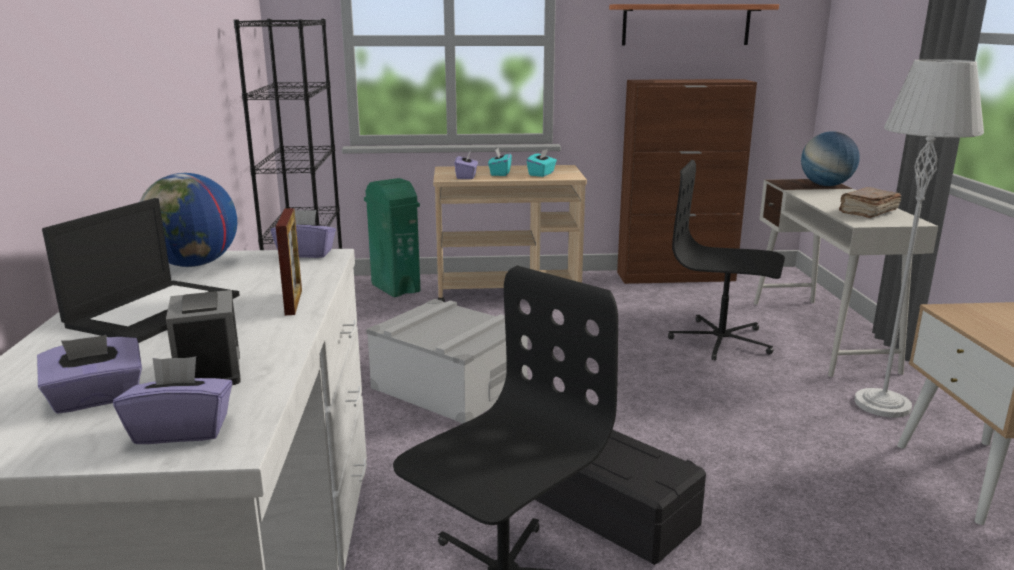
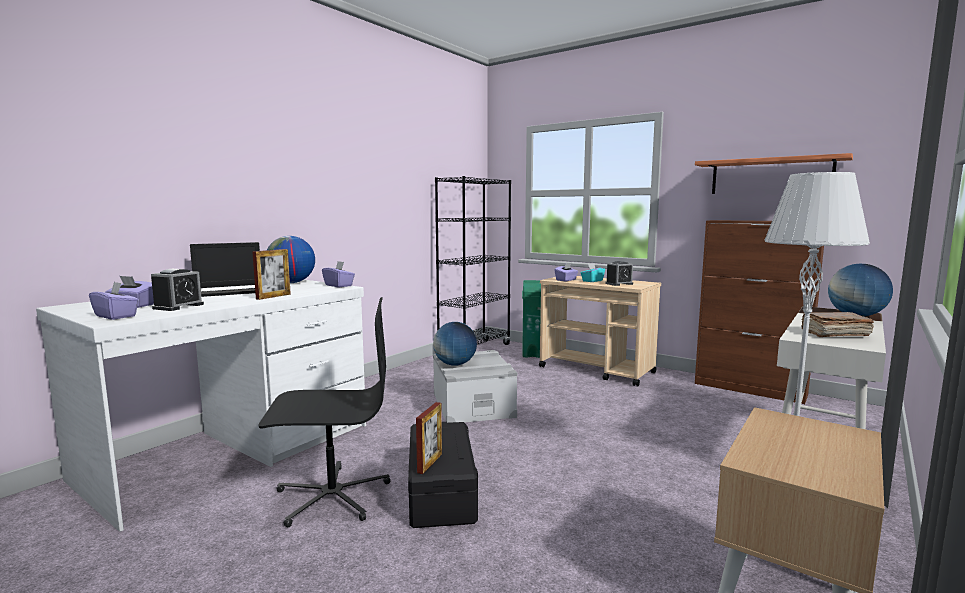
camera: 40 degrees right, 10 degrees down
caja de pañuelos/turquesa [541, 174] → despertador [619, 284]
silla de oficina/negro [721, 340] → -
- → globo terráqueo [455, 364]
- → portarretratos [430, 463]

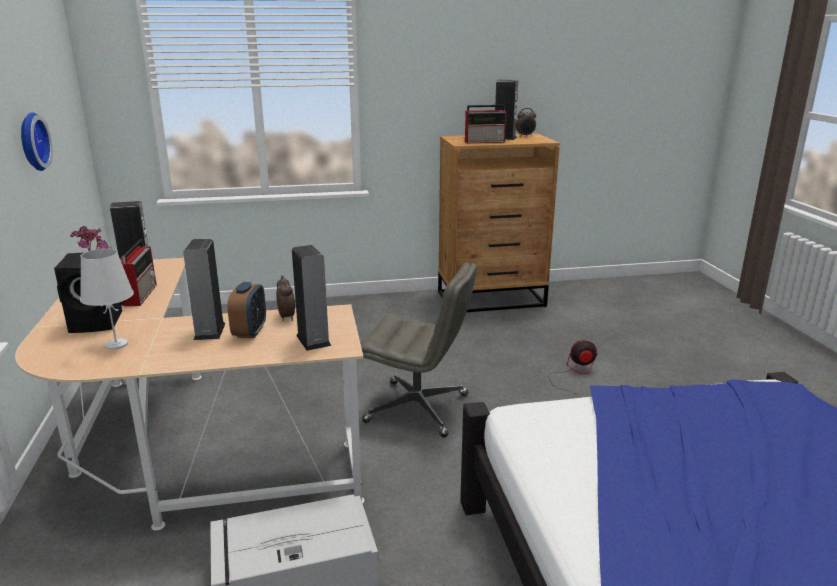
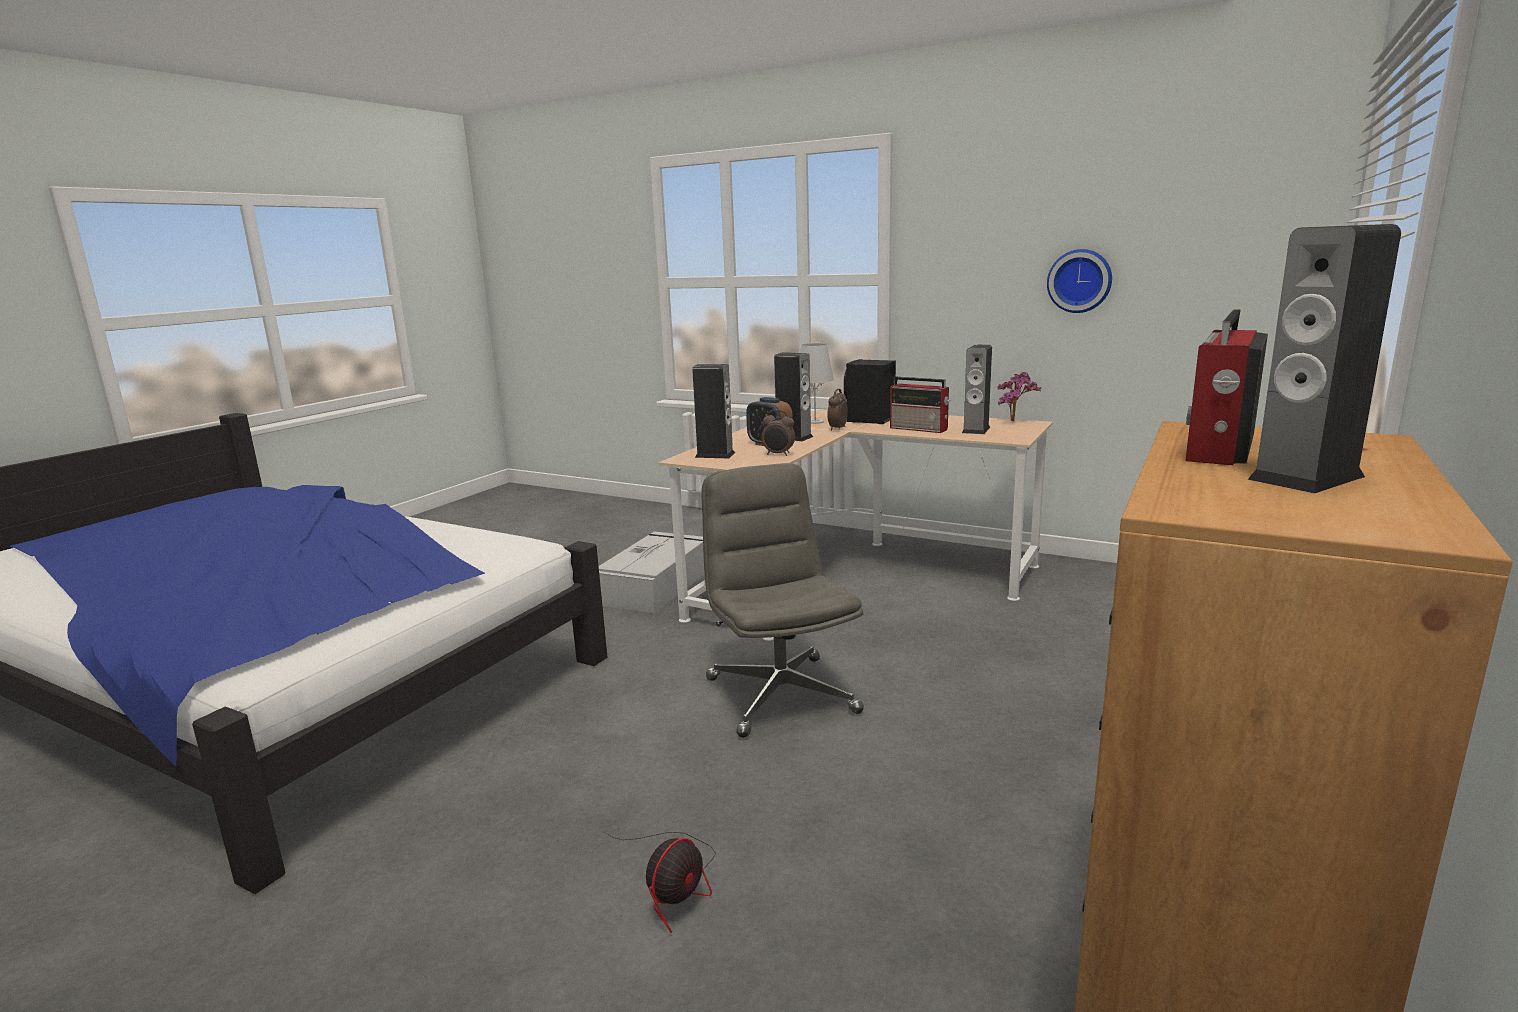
camera: 130 degrees right, 5 degrees down
despertador [525, 136] → despertador [837, 429], moved
silla de oficina/gris [418, 408] → silla de oficina/gris [780, 694], 105 degrees clockwise

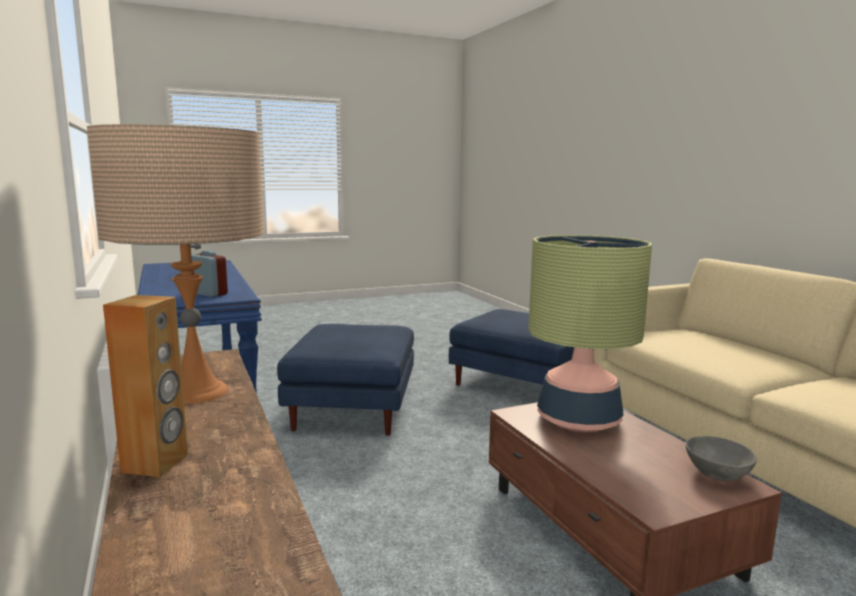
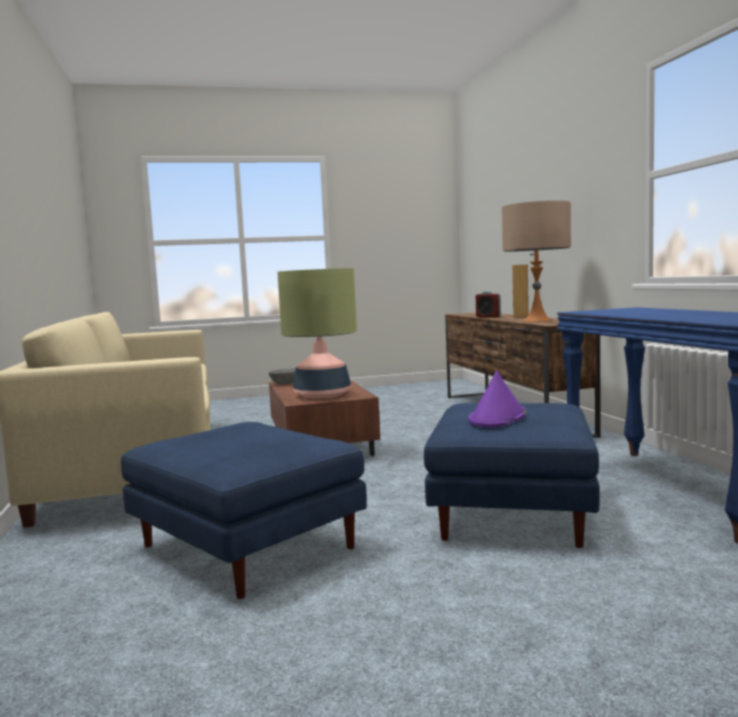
camera: 170 degrees left, 5 degrees down
despertador [208, 293] → despertador [488, 317], moved
- → sombrero/morado [497, 418]

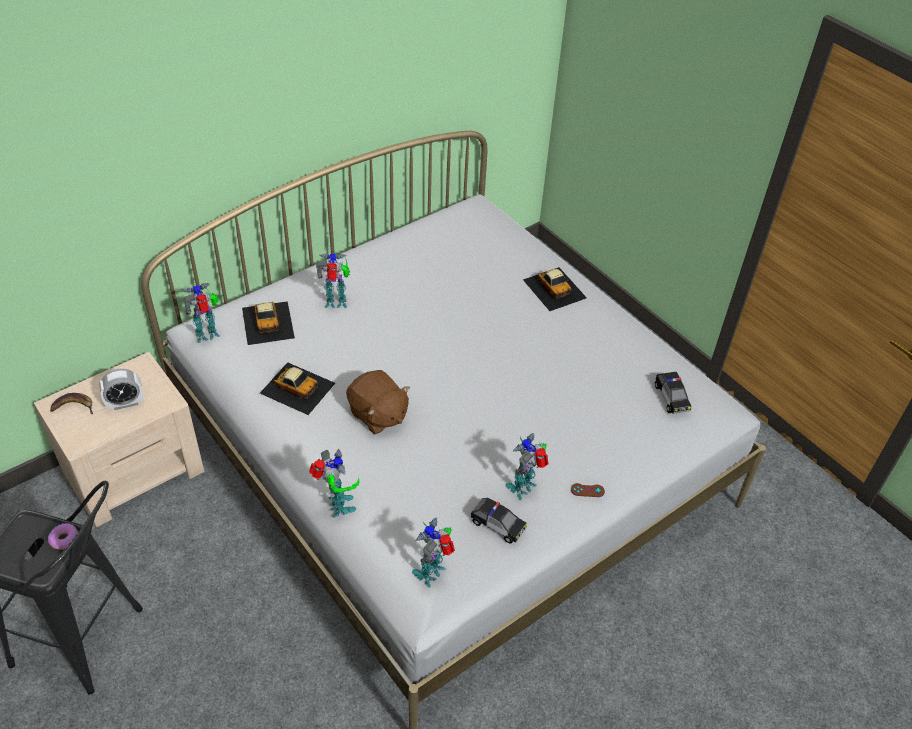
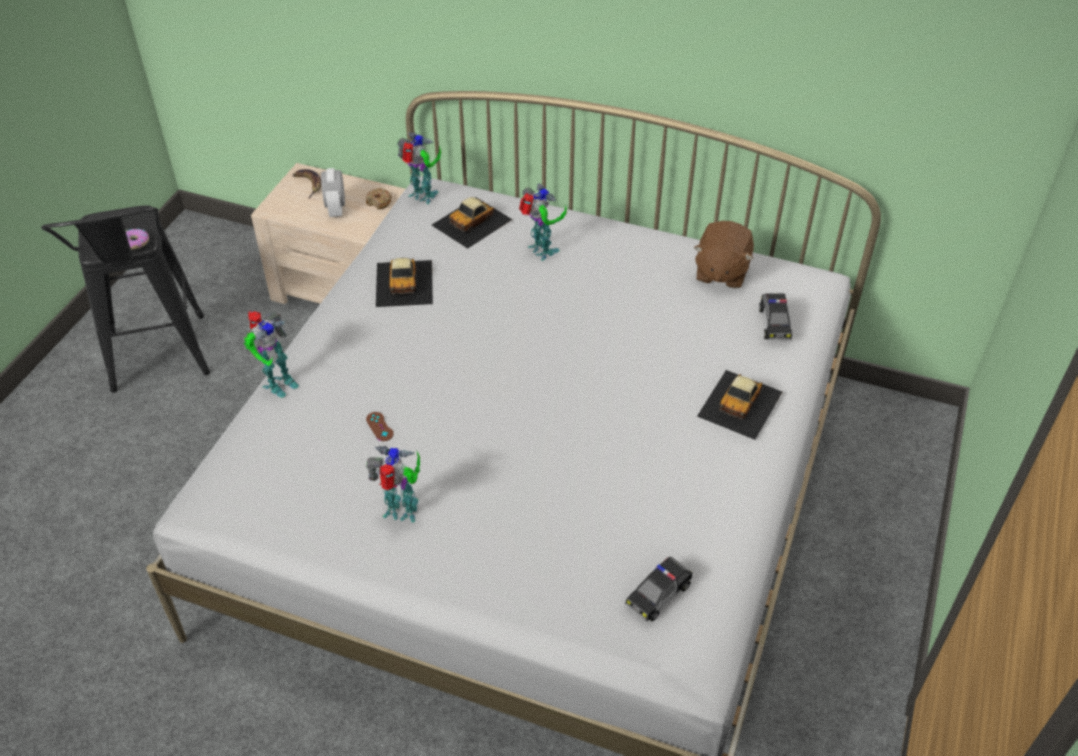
camera: 60 degrees right, 0 degrees up
despertador [125, 403] → despertador [336, 209], 45 degrees clockwise
peluche/marrón [378, 415] → peluche/marrón [721, 272], moved
mando de consola/marrón [587, 490] → mando de consola/marrón [379, 426], moved
coche de juguete [497, 525] → coche de juguete [774, 324], moved
robot de juguete [432, 572] → -
- → rosquilla [379, 202]

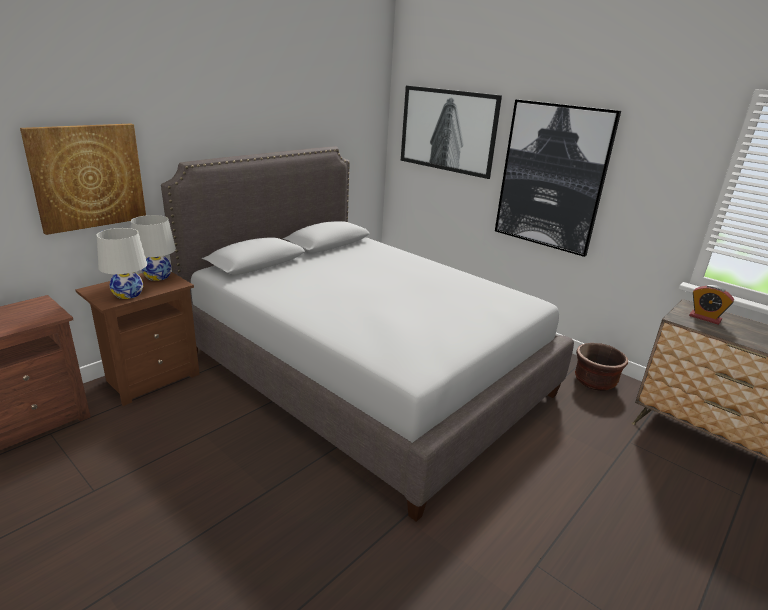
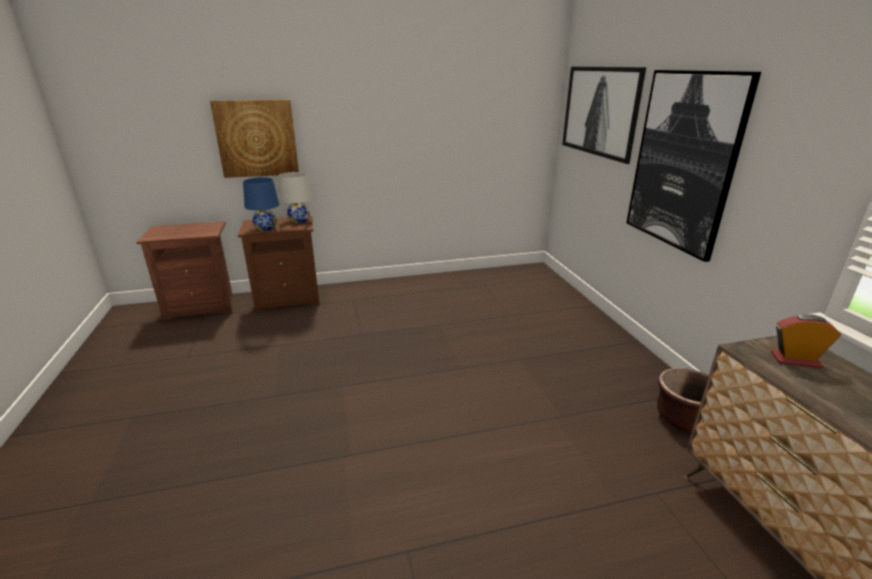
camera: 35 degrees right, 0 degrees up
cama/gris [365, 372] → -
lámpara de mesa/blanco [128, 294] → lámpara de mesa/azul [266, 228]
despertador [705, 318] → despertador [795, 360], 120 degrees clockwise

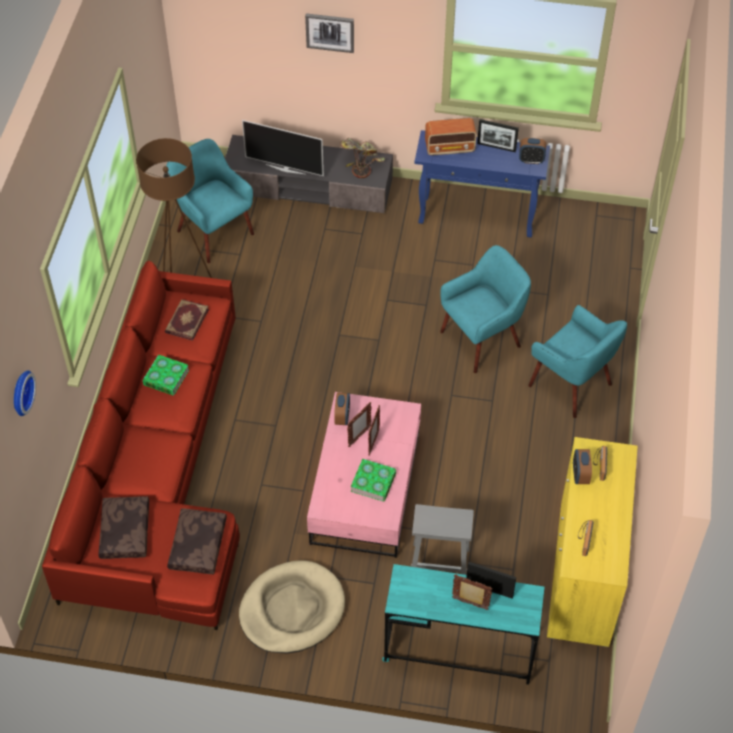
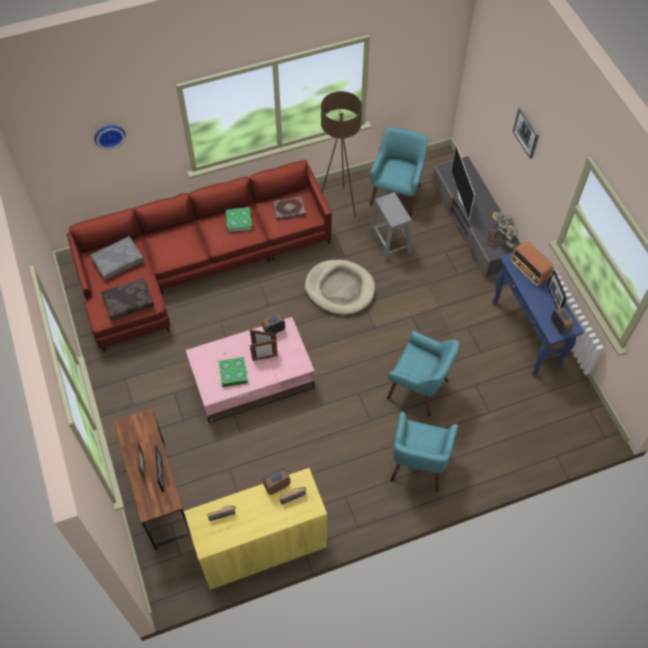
camera: 60 degrees right, 5 degrees up
cojín/marrón [124, 531] → cojín/gris [118, 261]
taburete/gris [440, 564] → taburete/gris [390, 244], moved
cama para perro/beis [292, 609] → cama para perro/beis [340, 289], moved
escritorio/turquesa [459, 650] → escritorio/marrón [159, 494]

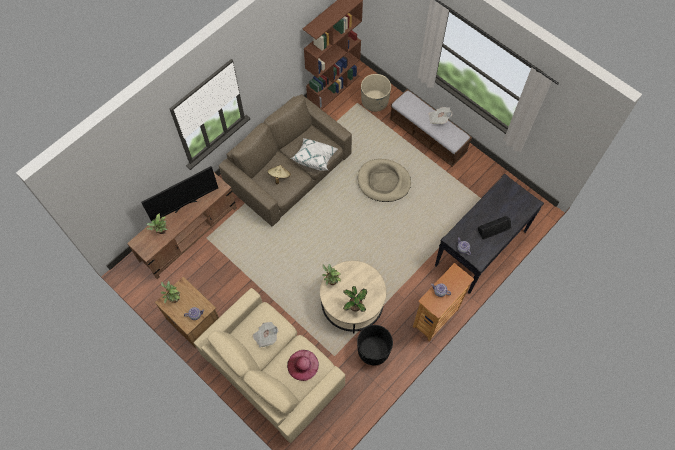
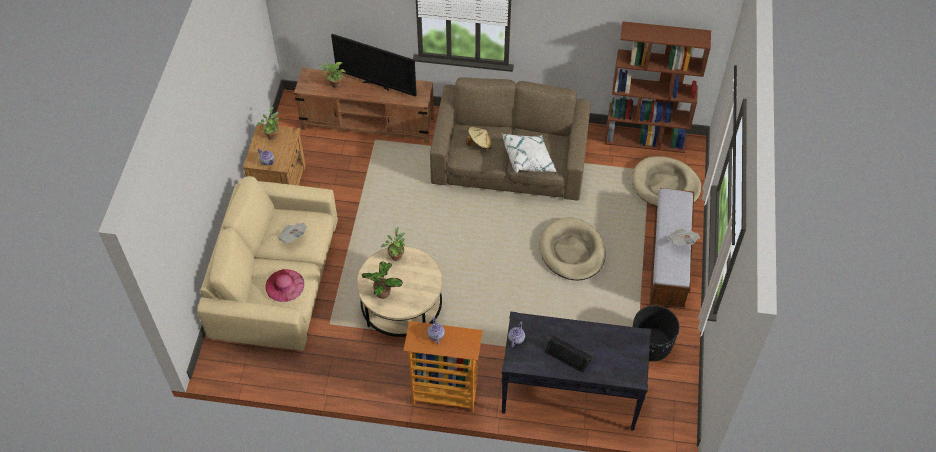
camera: 55 degrees right, 10 degrees down
maceta/beis [374, 102] → cama para perro/beis [665, 185]
maceta/negro [373, 350] → maceta/negro [650, 345], moved

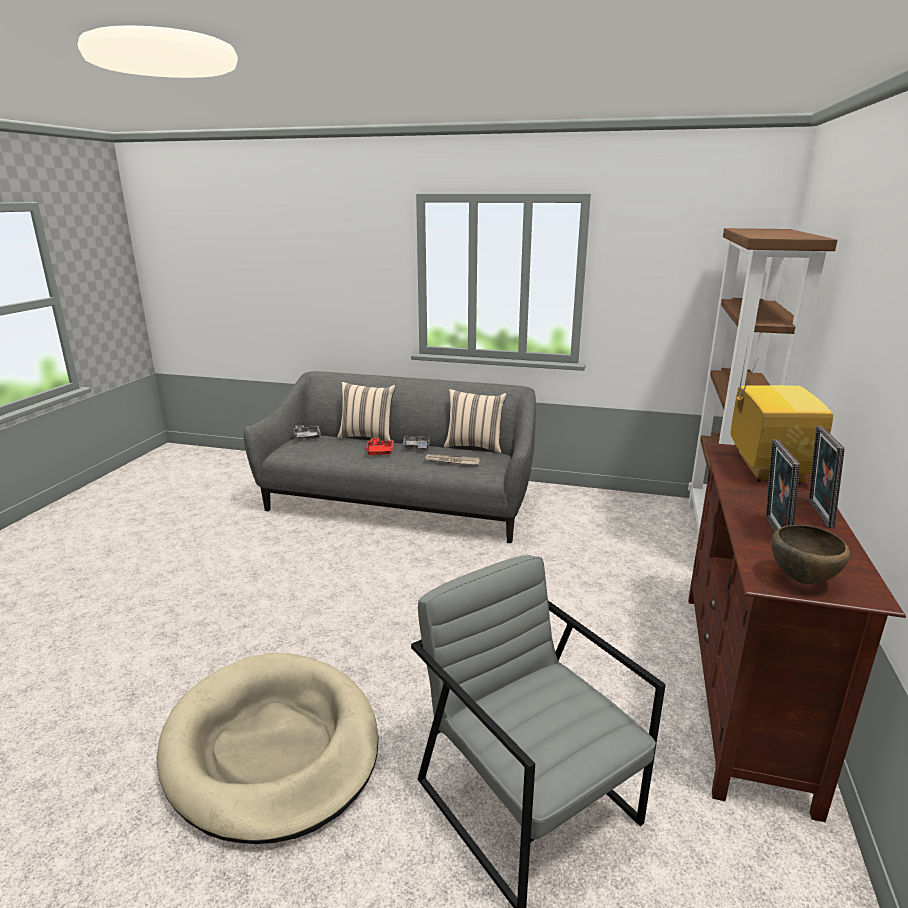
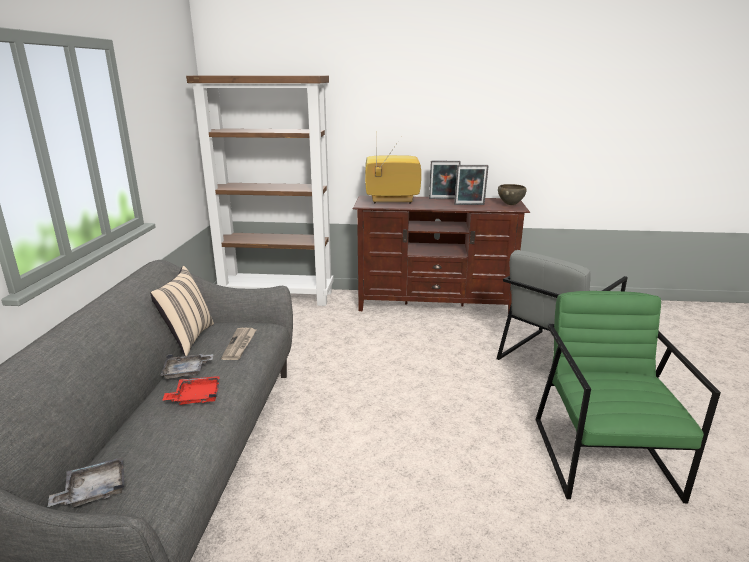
camera: 100 degrees left, 0 degrees up
cojín/beis [367, 437] → -
cama para perro/beis [272, 748] → sillón/verde [604, 457]

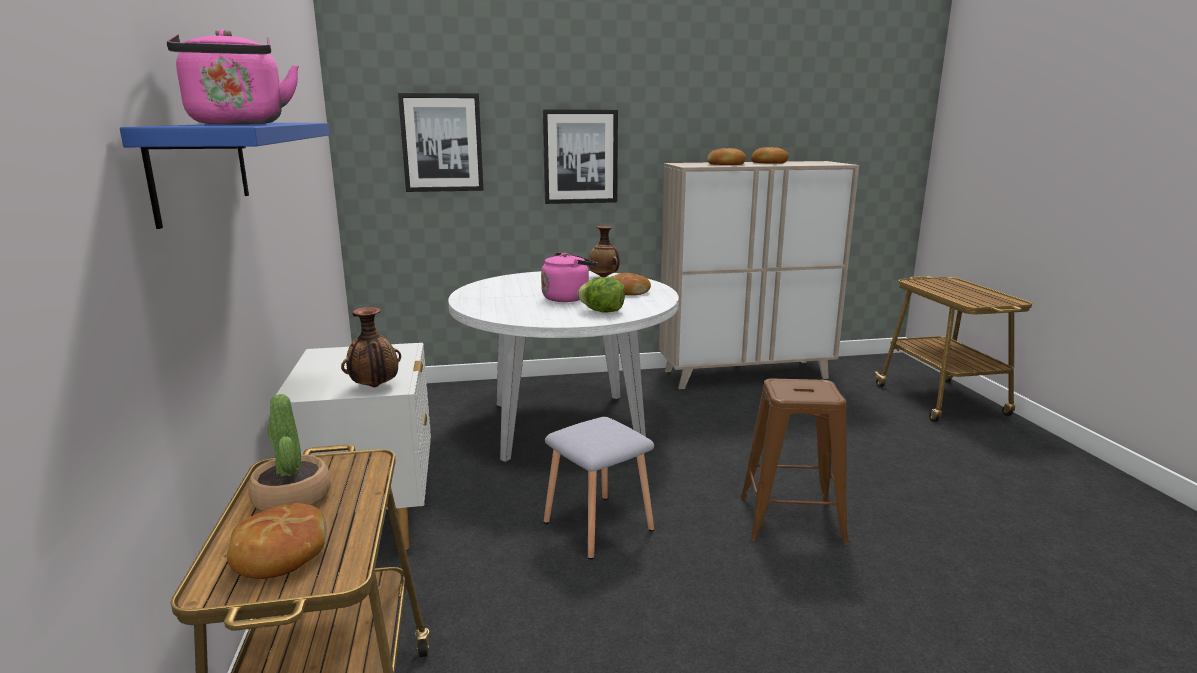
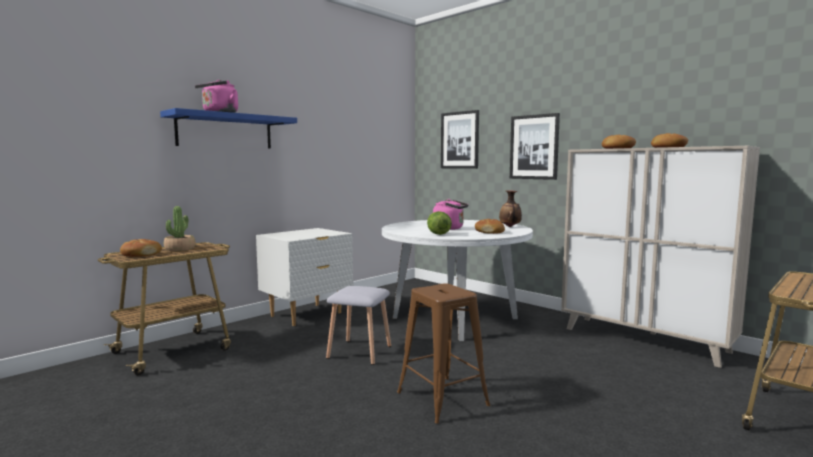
camera: 55 degrees right, 10 degrees down
florero [375, 387] → -

